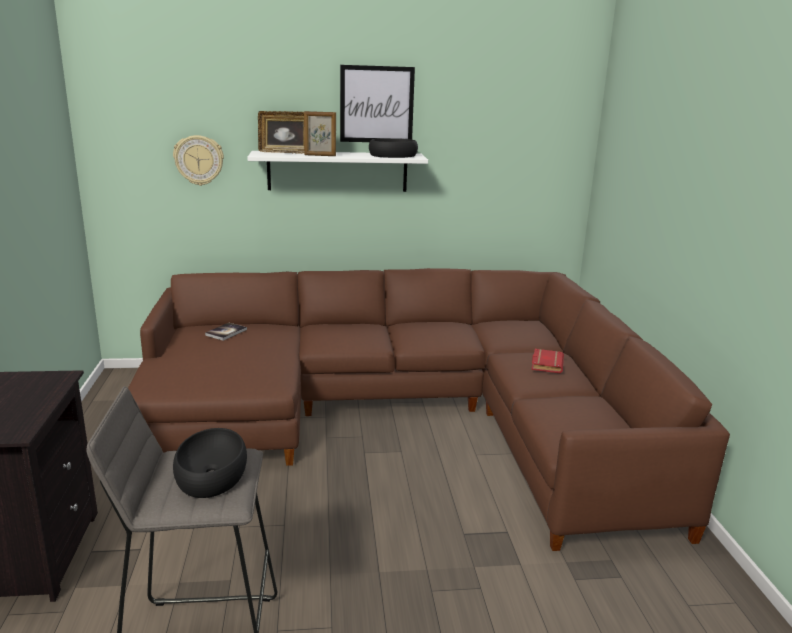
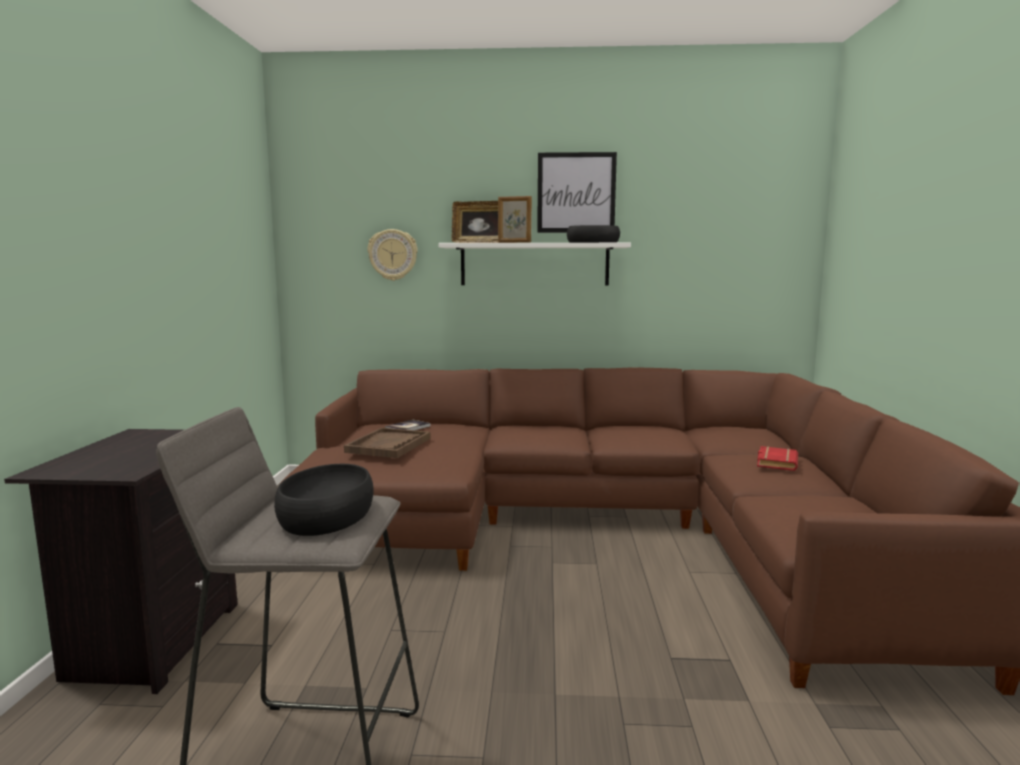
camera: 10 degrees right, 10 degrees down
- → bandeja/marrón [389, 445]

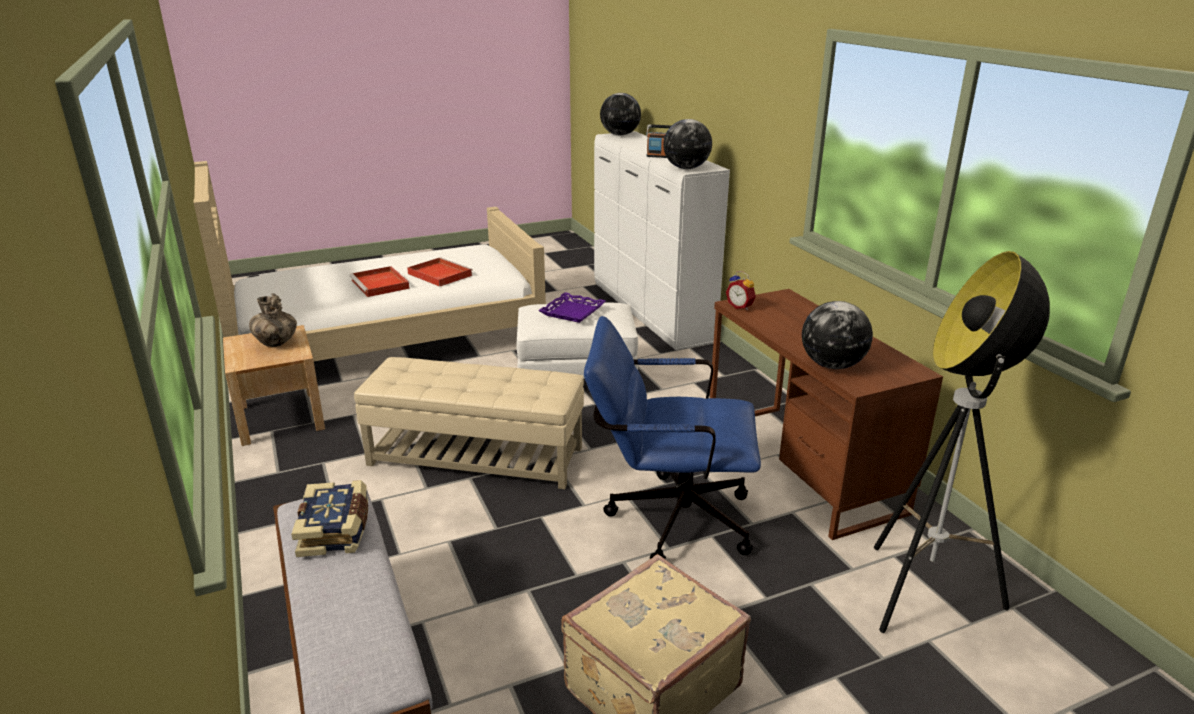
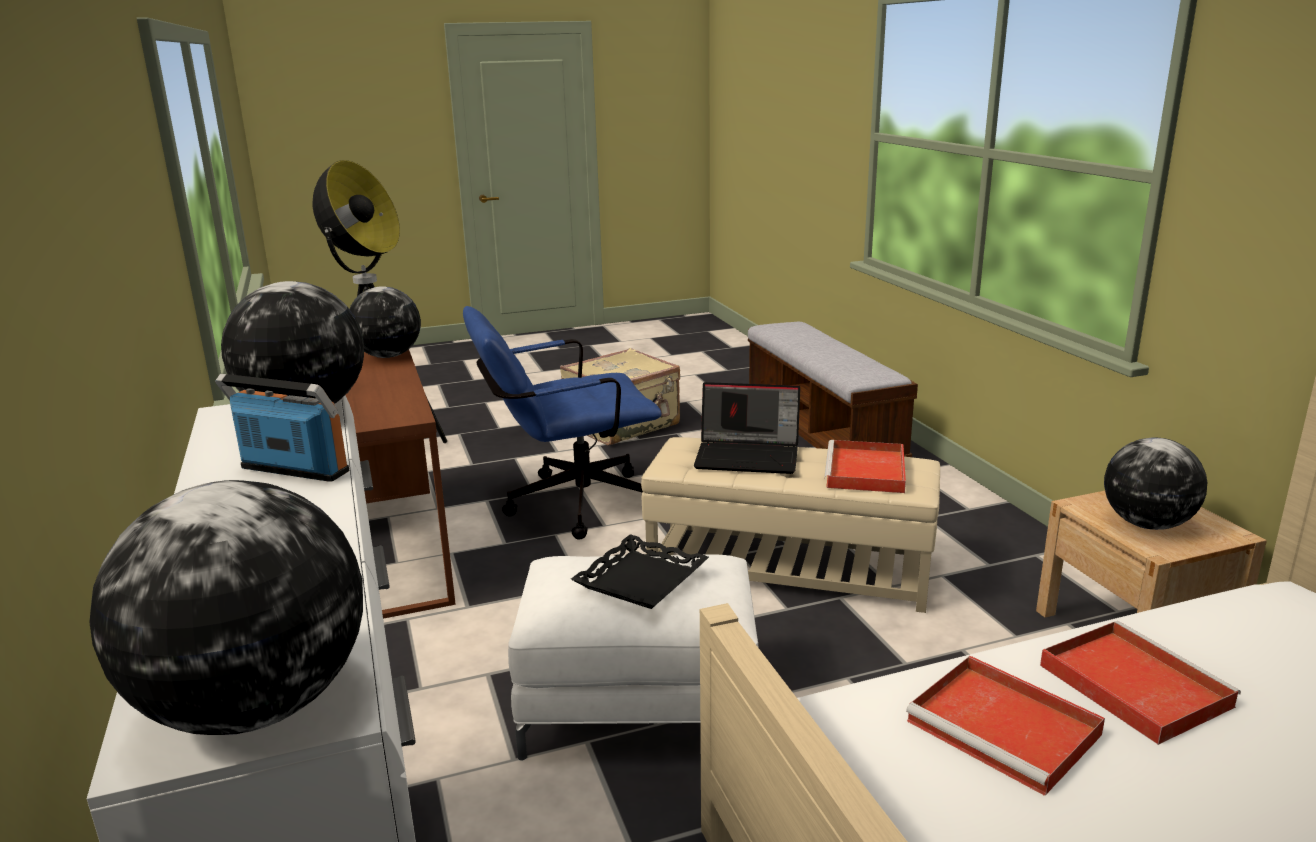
camera: 175 degrees left, 5 degrees down
despertador [740, 306] → -
bandeja/morado [573, 312] → bandeja/negro [640, 579]
florero [276, 343] → globo terráqueo [1147, 524]
silla de oficina/azul [667, 518] → silla de oficina/azul [568, 505], 150 degrees clockwise
libro [336, 530] → -
- → portátil [749, 456]
- → bandeja/rojo [866, 472]

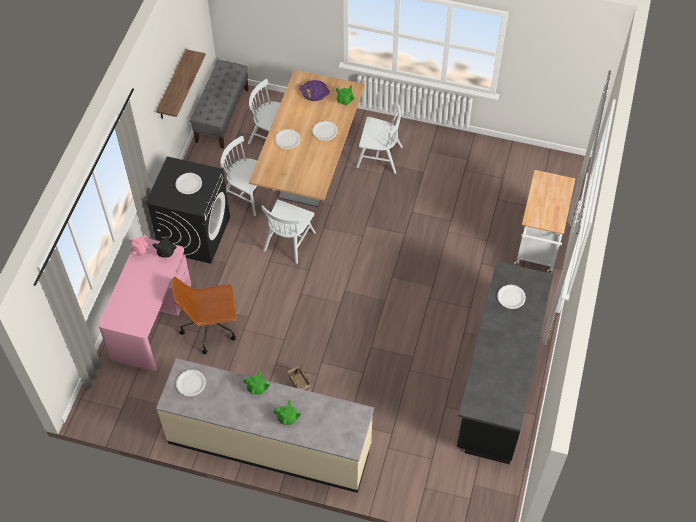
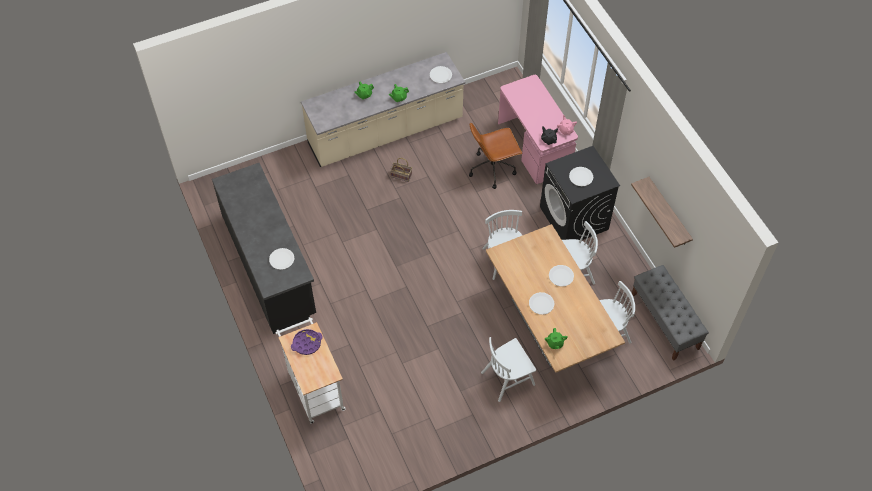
camera: 140 degrees right, 0 degrees up
bandeja/morado [314, 92] → bandeja/morado [307, 343], moved
silla de oficina/marrón [210, 328] → silla de oficina/marrón [493, 168], 150 degrees counterclockwise

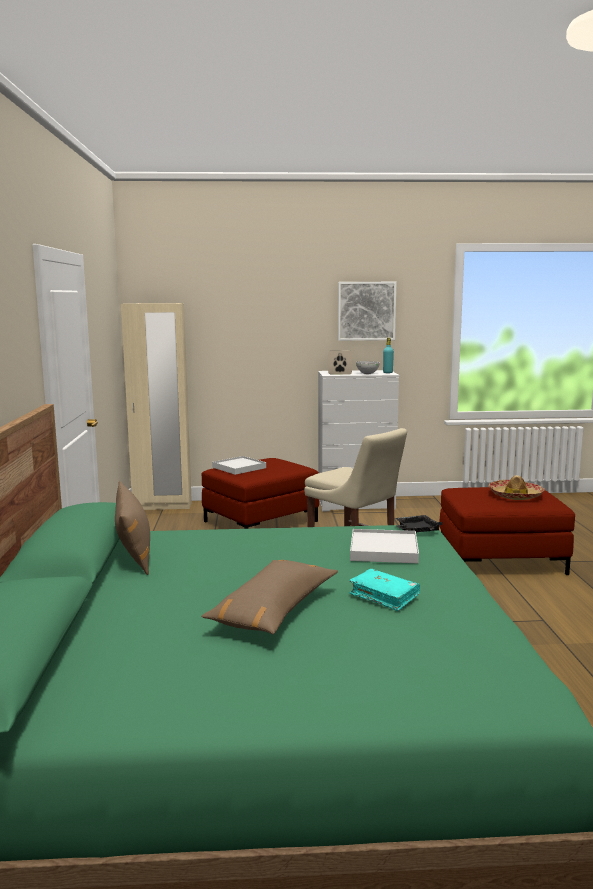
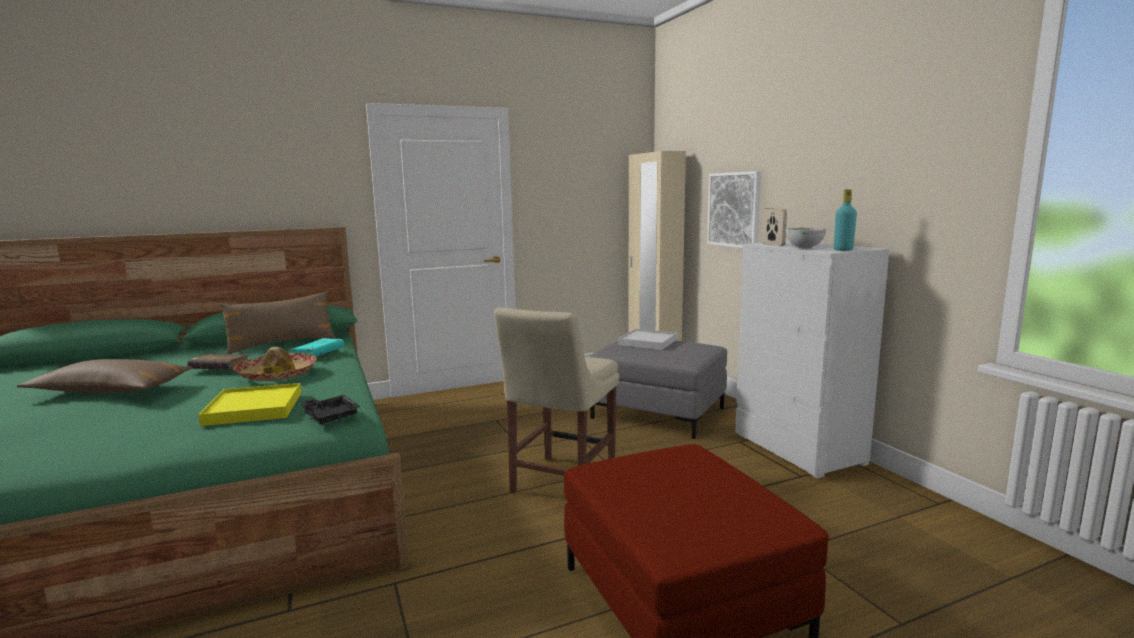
camera: 70 degrees right, 0 degrees up
cuadro [366, 311] → cuadro [734, 209], moved
puf/rojo [261, 521] → puf/gris [659, 413]
sombrero [515, 496] → sombrero [277, 375], moved
bandeja/blanco [383, 550] → bandeja/amarillo [254, 408]
libro/turquesa [384, 596] → libro/turquesa [318, 355], moved
- → libro/marrón [220, 369]

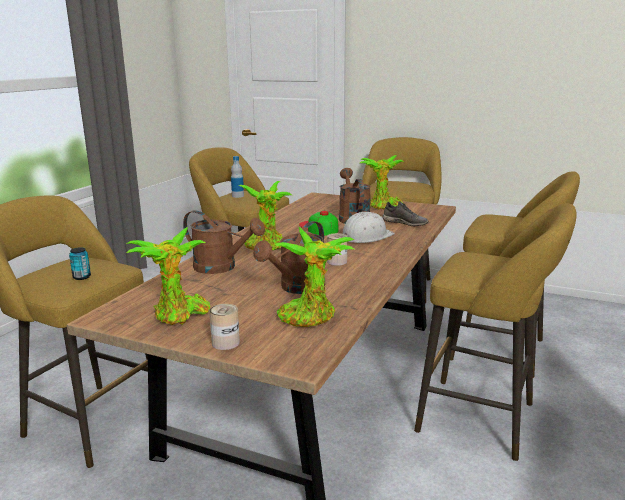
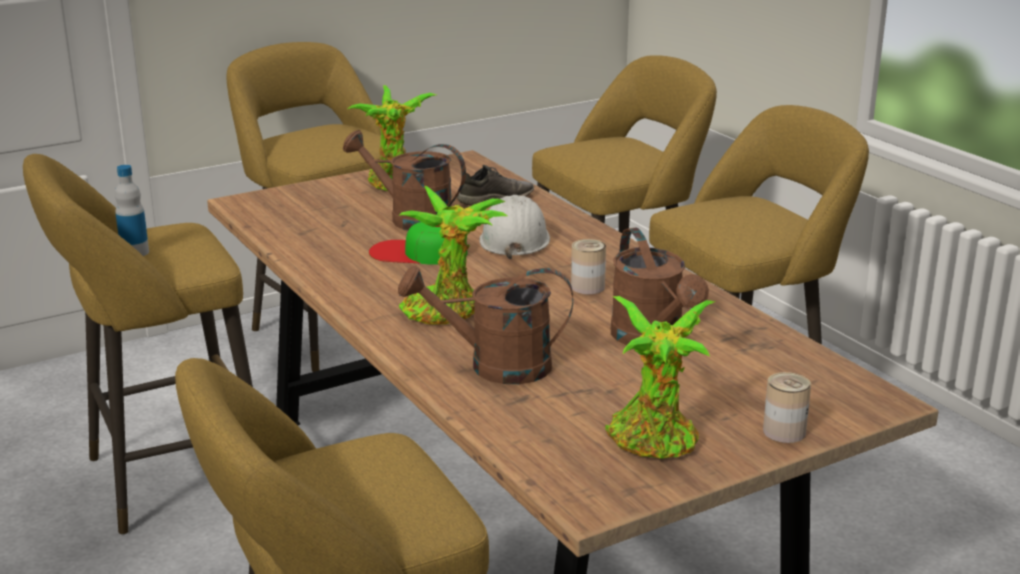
camera: 55 degrees left, 5 degrees up
regadera/marrón [221, 267] → regadera/marrón [495, 366], 150 degrees counterclockwise
planta en maceta [310, 317] → -
lata [82, 277] → -

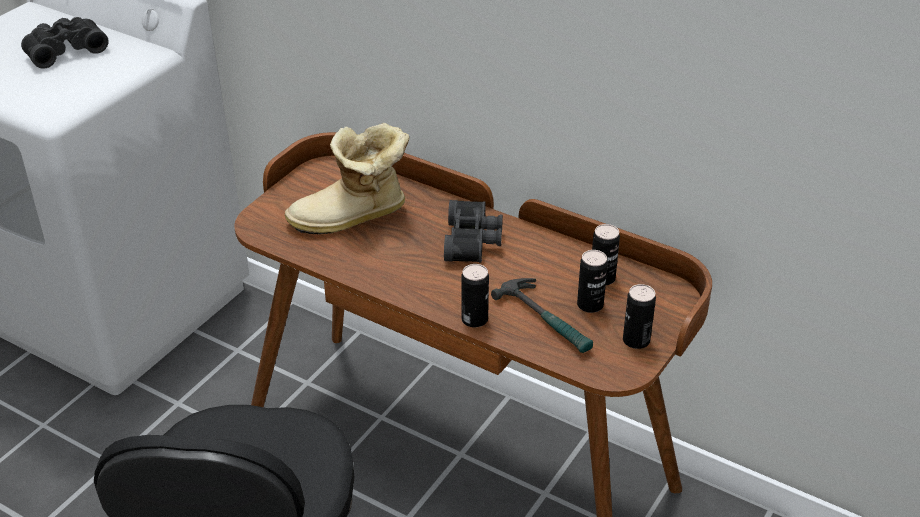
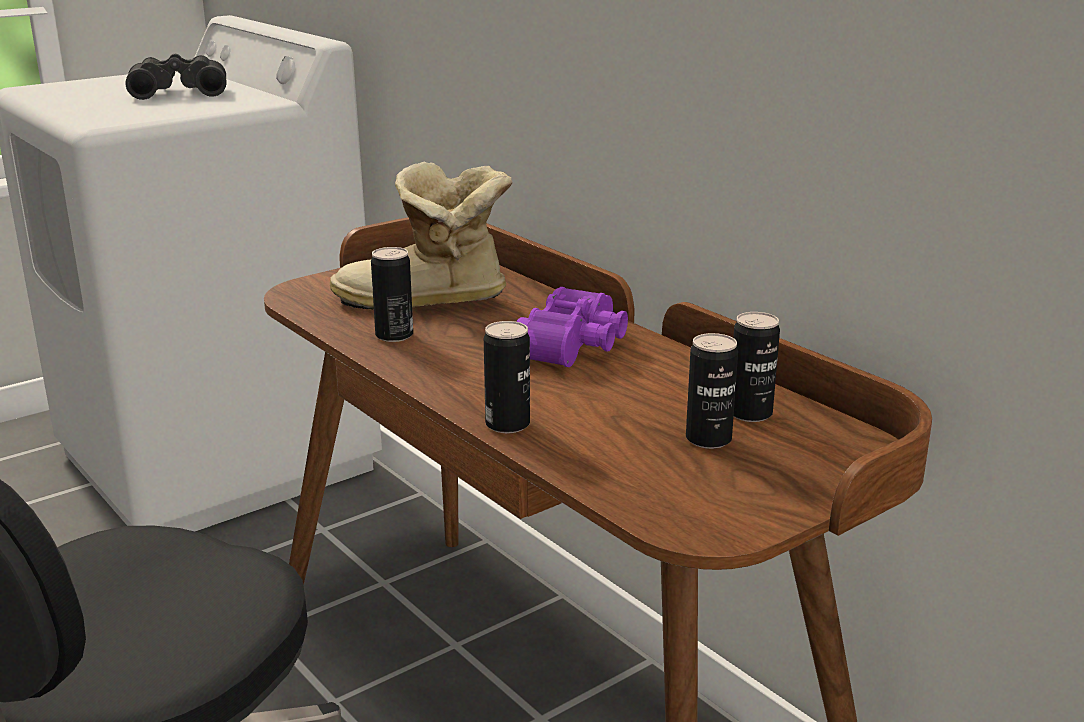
camera: 20 degrees right, 15 degrees down
prismáticos/negro [474, 241] → prismáticos/morado [576, 346]
martillo [547, 320] → -
lata [636, 340] → lata [394, 335], moved

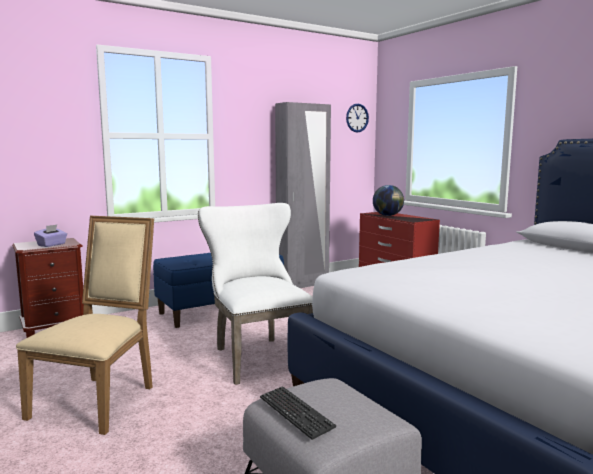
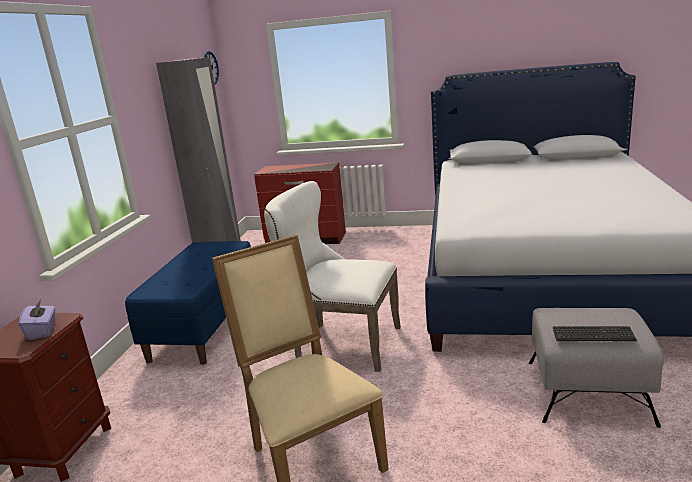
camera: 45 degrees left, 10 degrees up
globo terráqueo [388, 215] → -

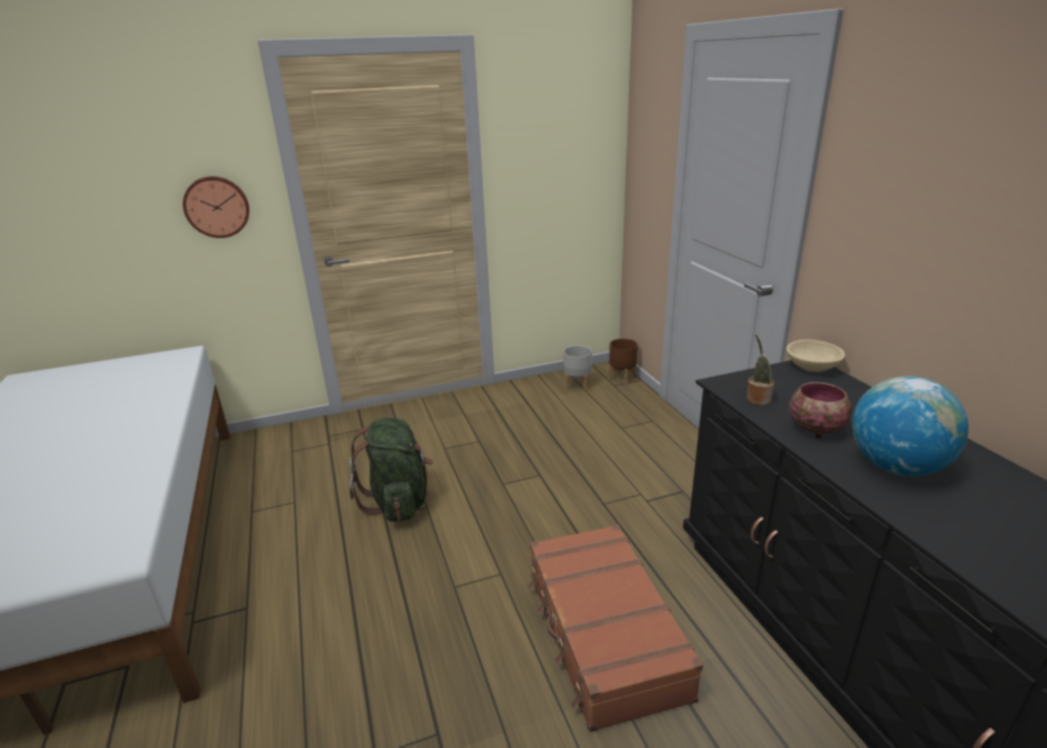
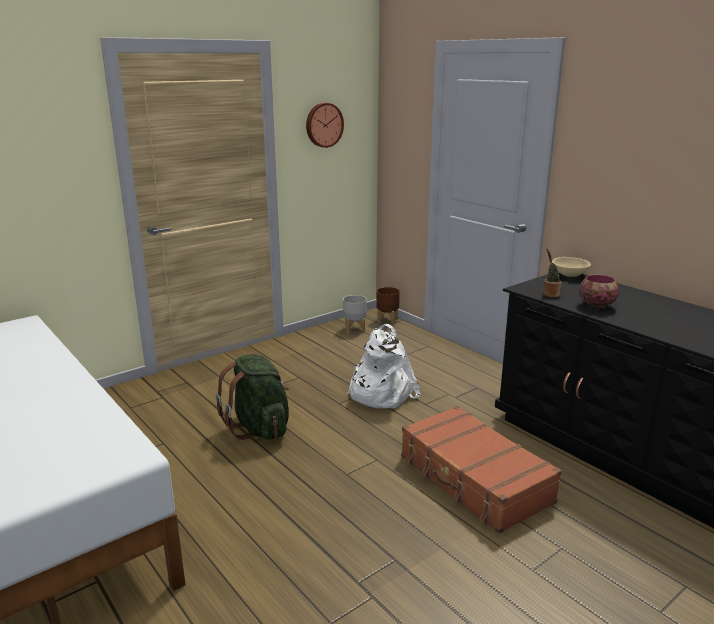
camera: 20 degrees left, 5 degrees down
reloj de pared [217, 206] → reloj de pared [323, 125], moved
globo terráqueo [896, 466] → -
- → mochila/blanco [379, 393]

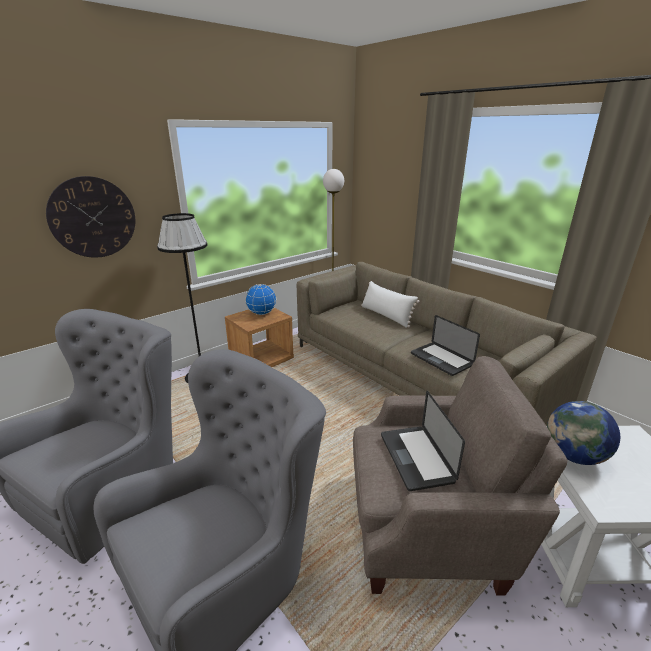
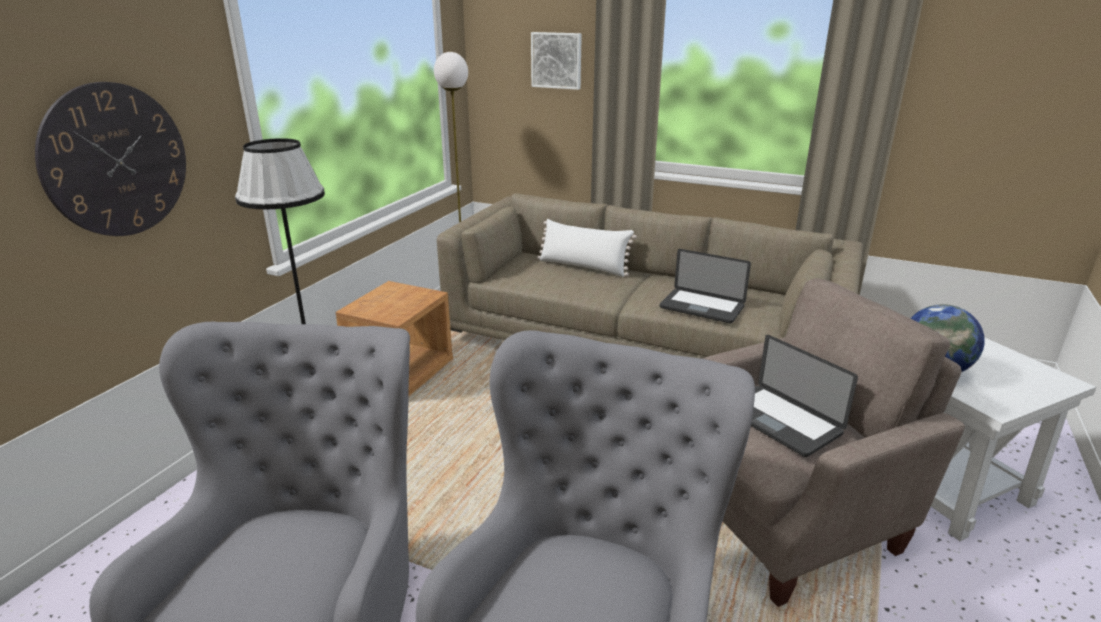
camera: 25 degrees left, 0 degrees up
globo terráqueo [261, 313] → -
- → cuadro [557, 60]

